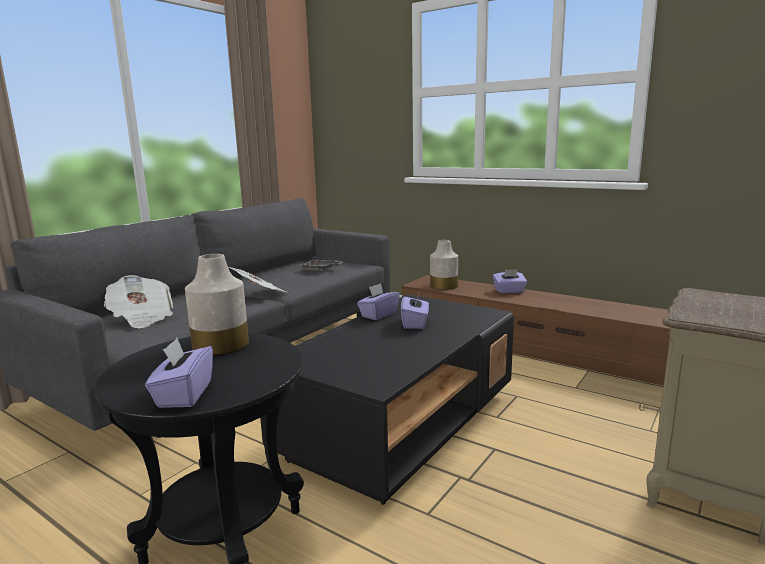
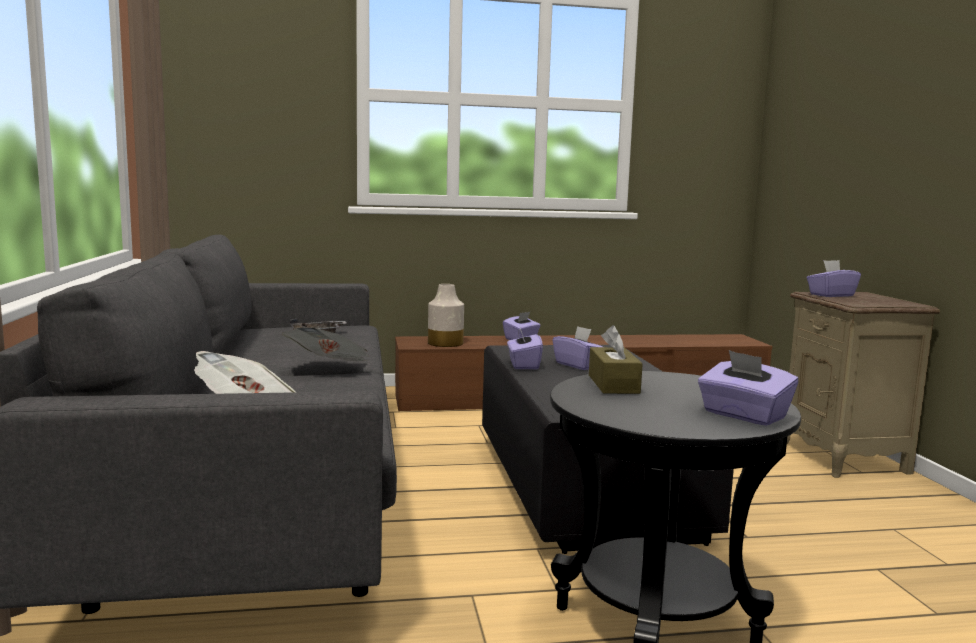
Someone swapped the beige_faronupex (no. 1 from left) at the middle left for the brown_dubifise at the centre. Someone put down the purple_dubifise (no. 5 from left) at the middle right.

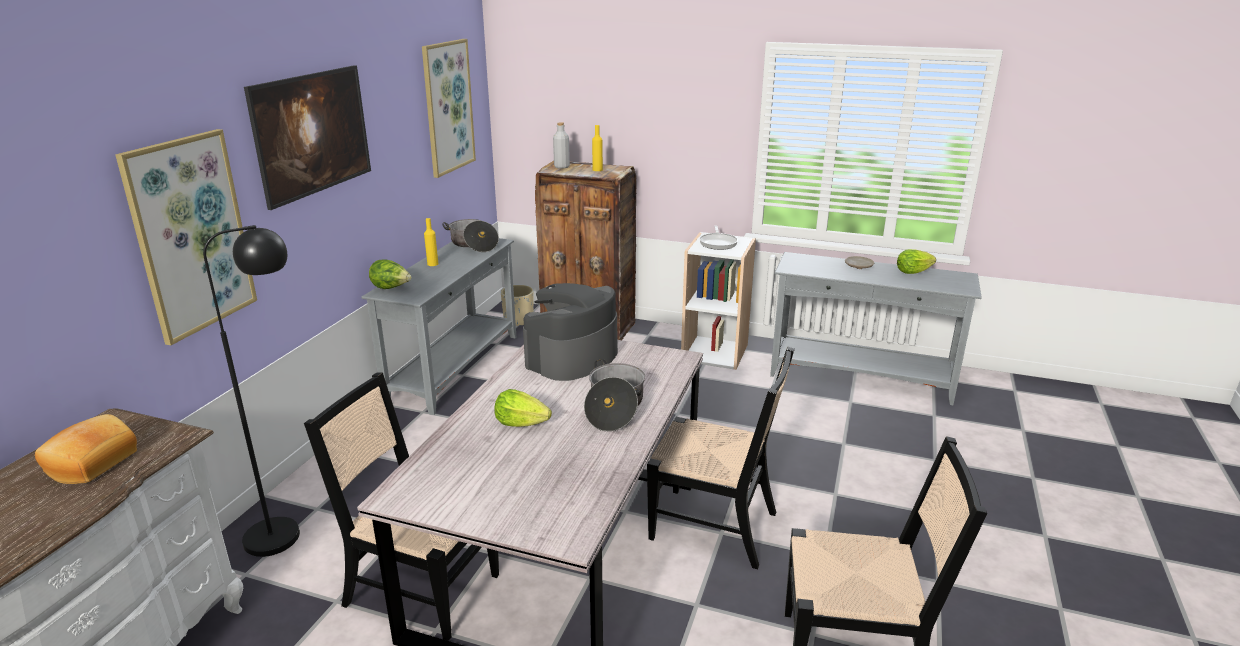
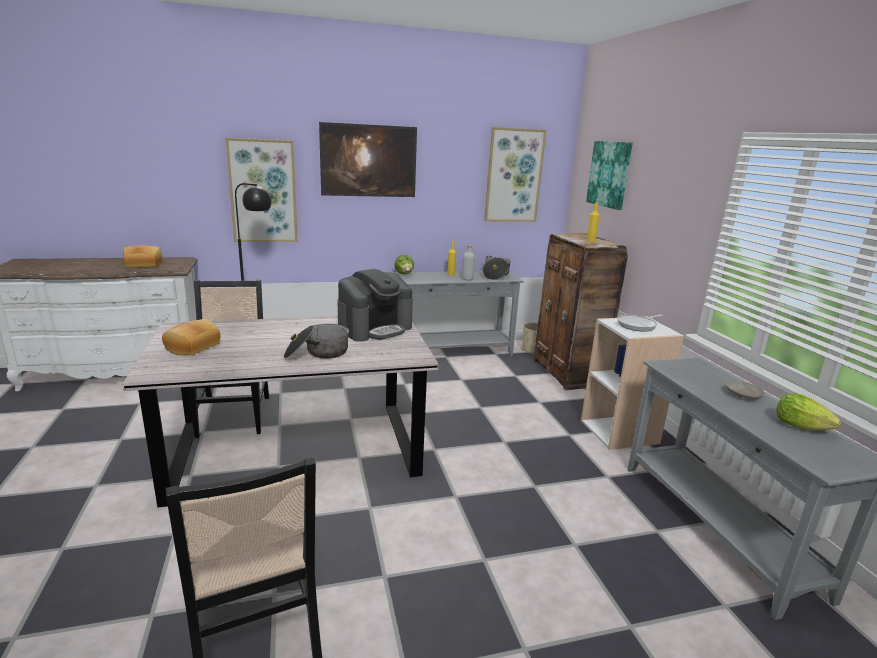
Someone took away the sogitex (no. 2 from left) at the centre. Someone rotated the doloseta at the centre by 135 degrees clockwise. Someone carried the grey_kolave from the top centre to the centre. Someone took away the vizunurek (no. 2 from left) at the bottom centre. Someone put down the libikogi (no. 2 from left) at the middle left. Someone put up the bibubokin (no. 4 from left) at the top right.

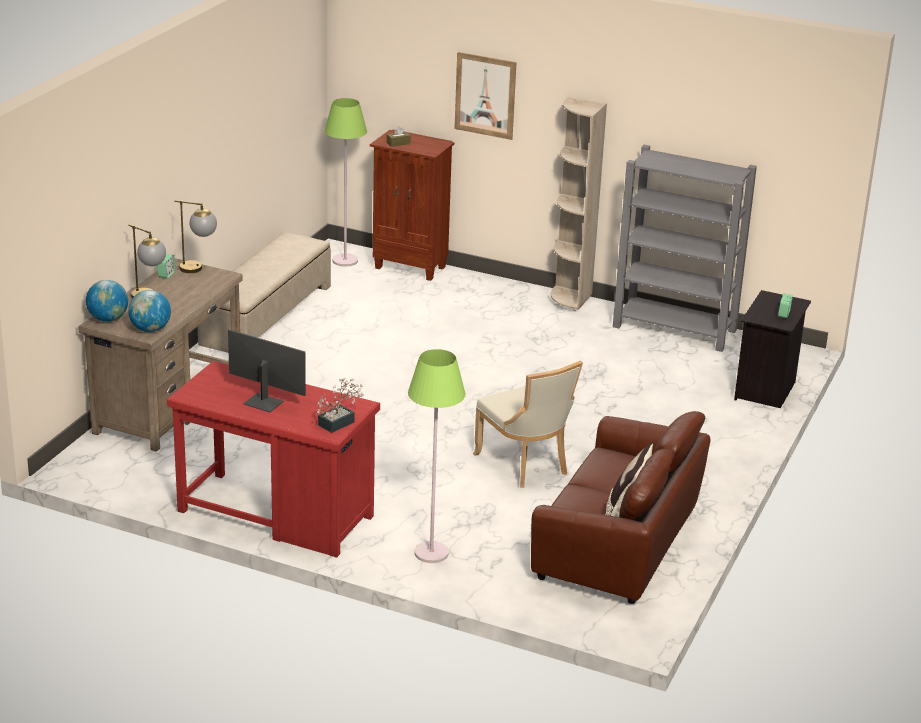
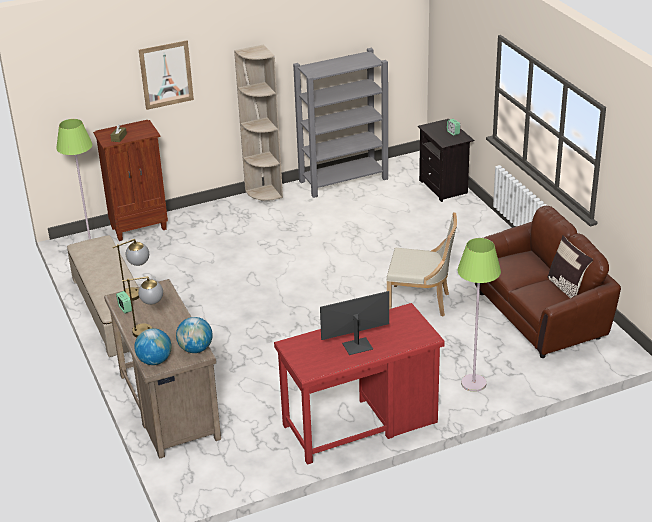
Someone took away the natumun at the centre.

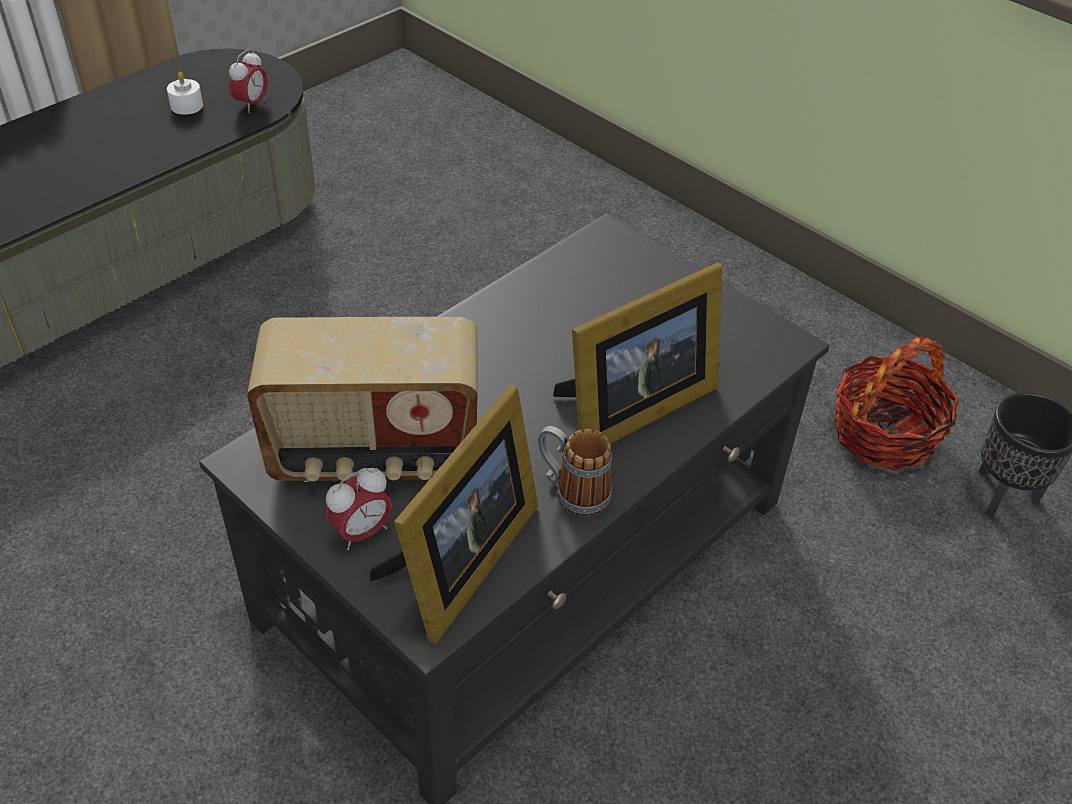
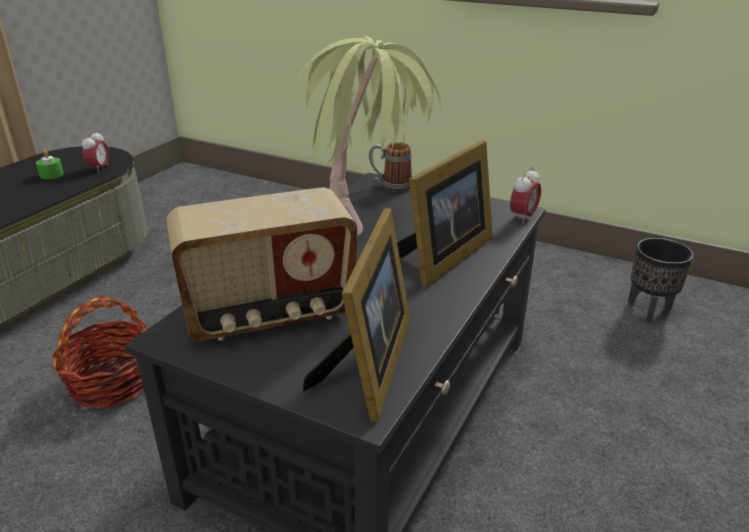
Someone repainted the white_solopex at the top left, which became the green_solopex at the top left. Someone carried the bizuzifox (no. 2 from left) from the centre to the middle right. Someone carried the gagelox from the centre to the top centre. Someone carried the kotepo from the middle right to the middle left. Someone put down the natumun at the top centre.

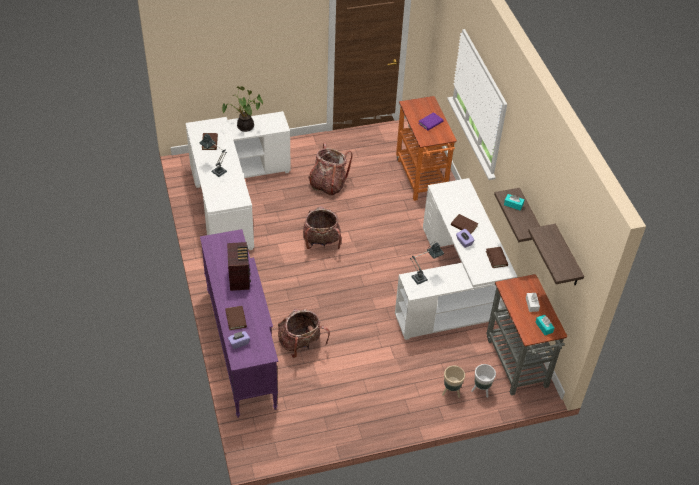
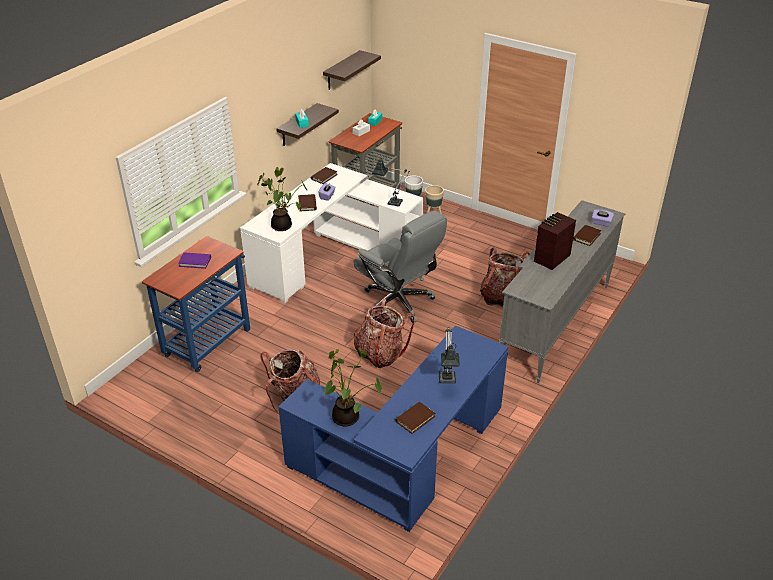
Someone repainted the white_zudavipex (no. 1 from left) at the centre, which became the blue_zudavipex at the bottom centre. Someone repainted the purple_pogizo at the centre, which became the grey_pogizo at the middle right. Someone repainted the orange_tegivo at the top centre, which became the blue_tegivo at the middle left. Someone put down the natumun (no. 1 from left) at the centre. Someone put down the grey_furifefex at the centre.

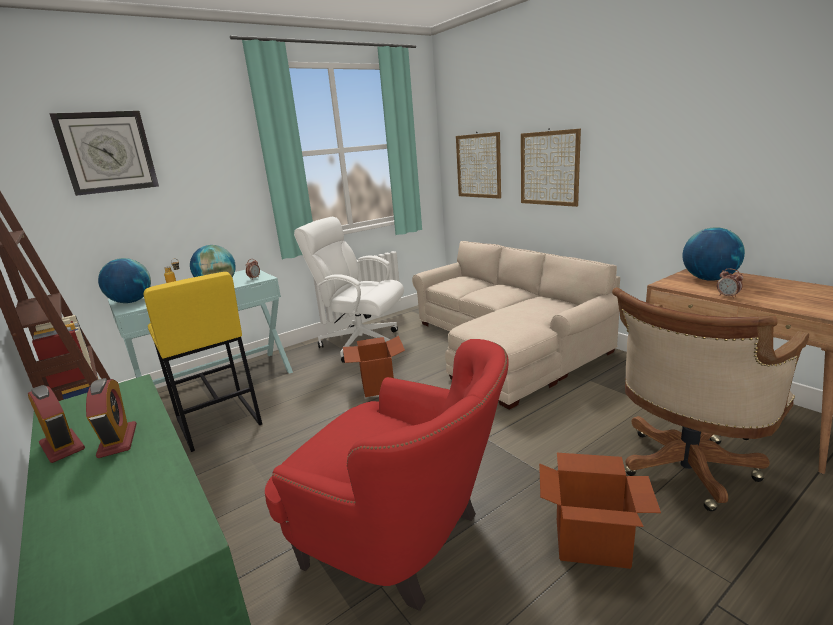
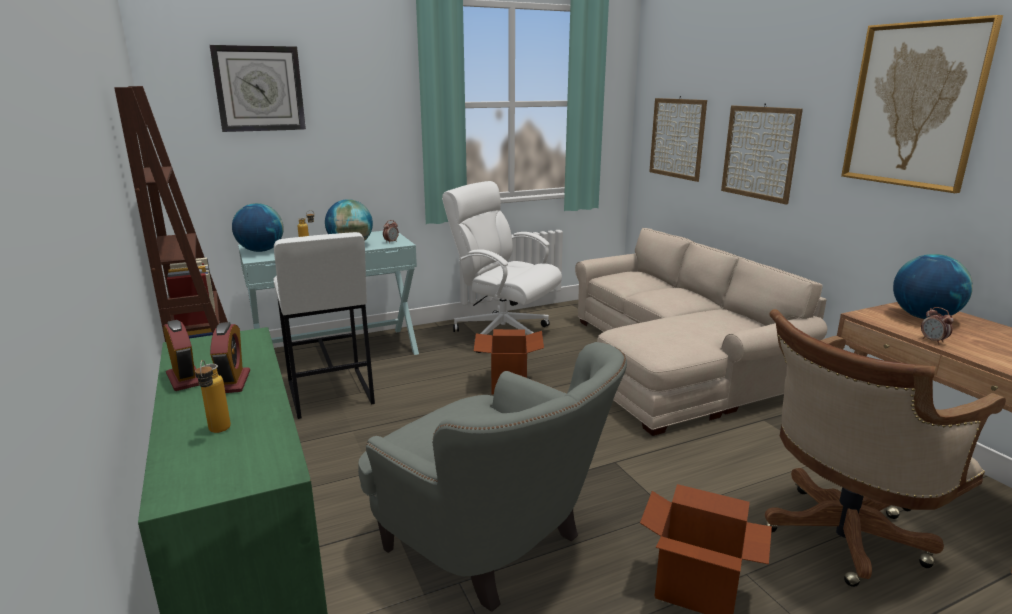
Someone repainted the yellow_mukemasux at the middle left, which became the white_mukemasux at the middle left. Someone repainted the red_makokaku at the bottom centre, which became the grey_makokaku at the bottom centre. Someone put down the kolave (no. 1 from left) at the middle left. Someone put up the bibubokin (no. 3 from left) at the top right.

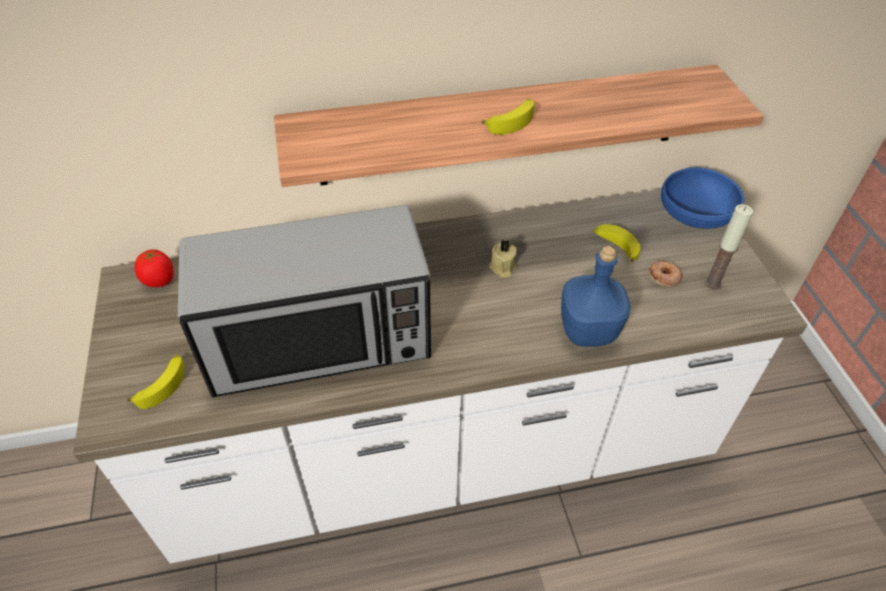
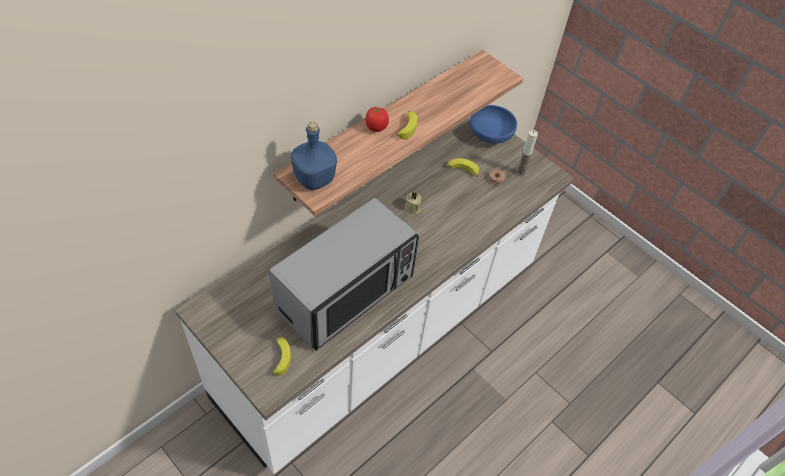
Someone carried the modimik from the middle left to the top centre. Someone carried the blue_kolave from the middle right to the top centre.

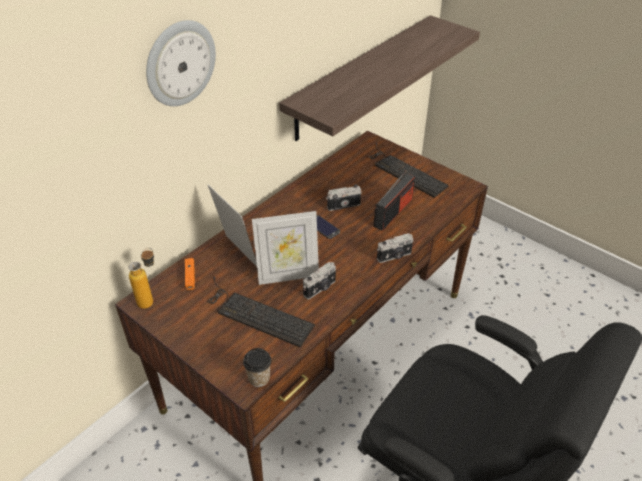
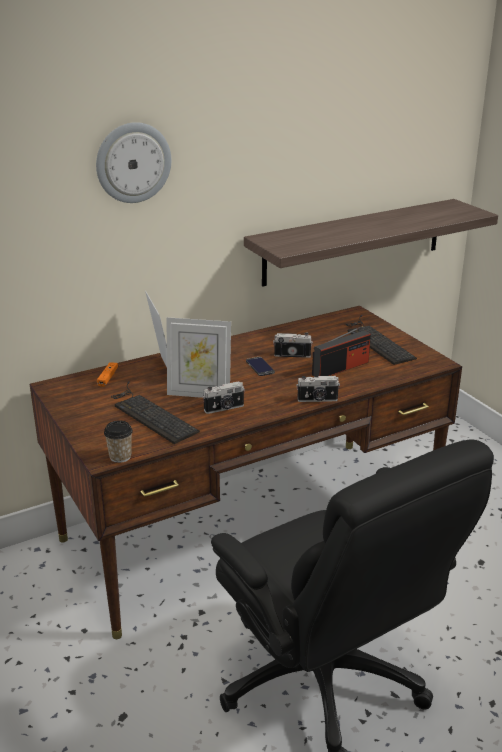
Someone took away the kolave at the middle left.

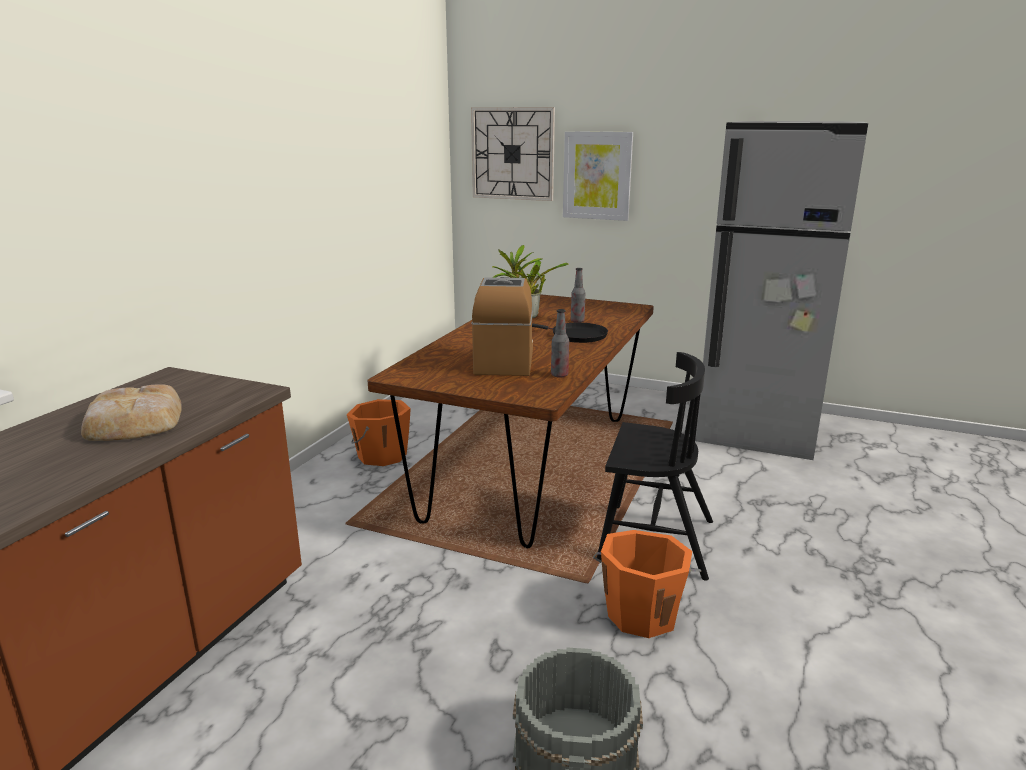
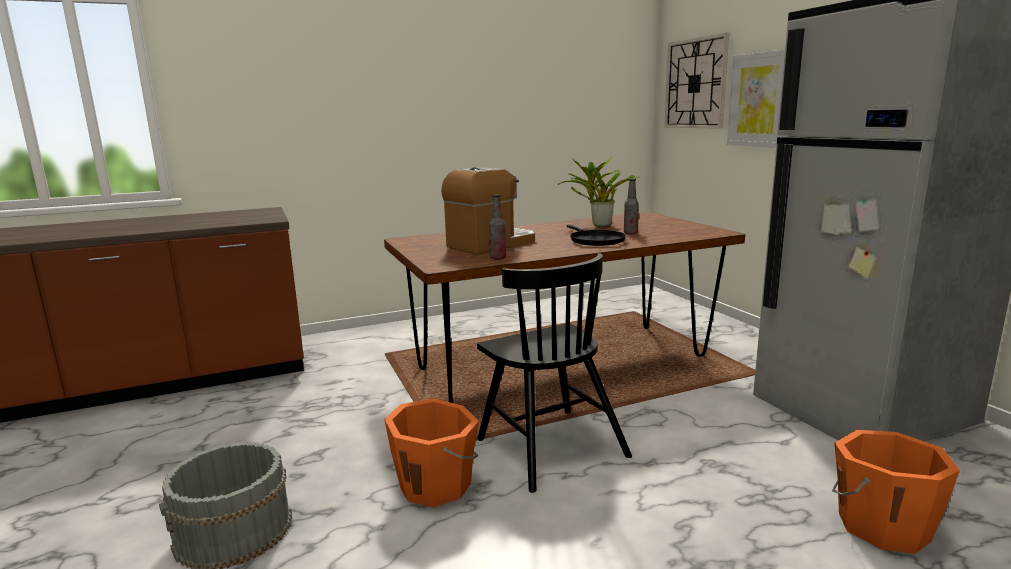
Someone took away the libikogi at the middle left. Someone carried the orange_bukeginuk (no. 1 from left in the first image) from the centre to the bottom right.

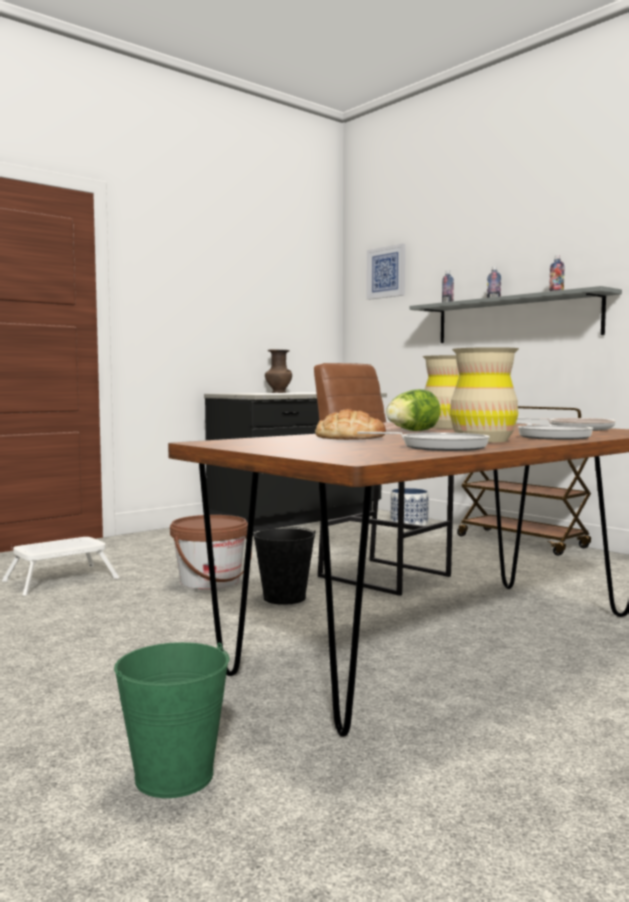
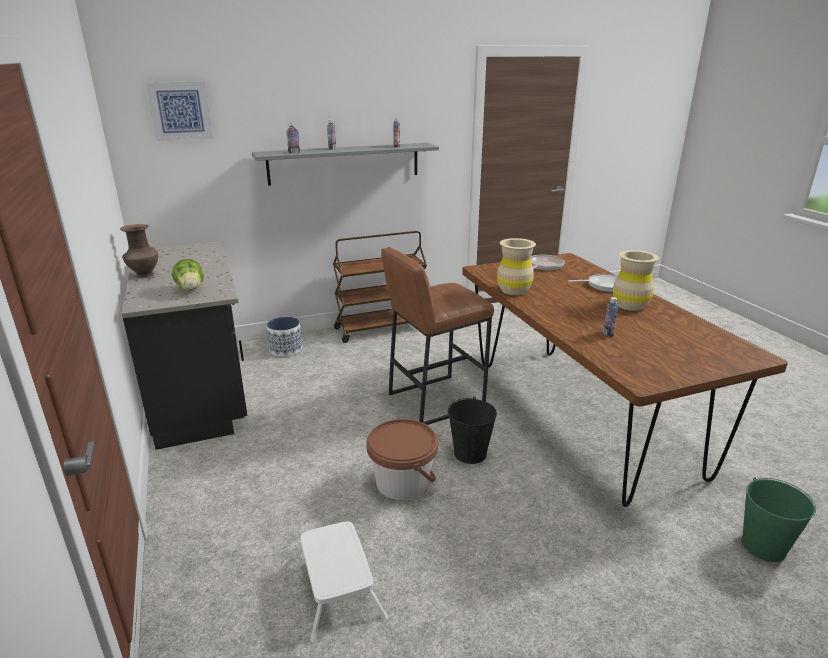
Someone swapped the libikogi at the centre for the kolave (no. 4 from left) at the middle right. Someone took away the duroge (no. 1 from left) at the middle right. Someone carried the sogitex from the centre to the middle left.

